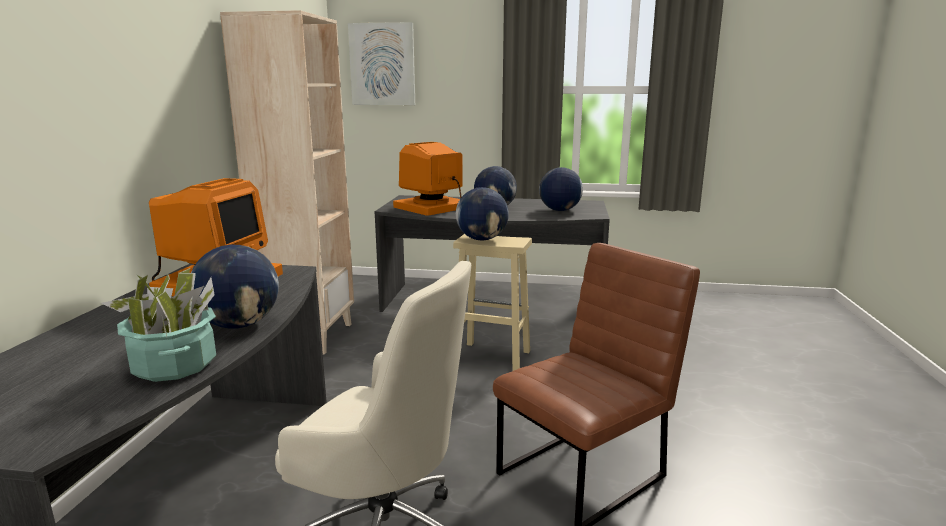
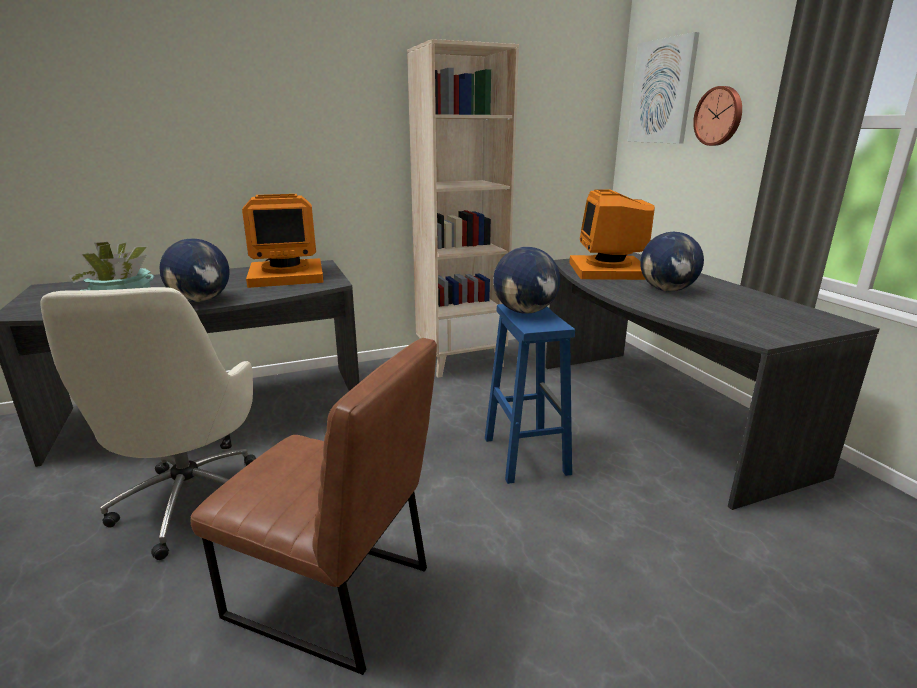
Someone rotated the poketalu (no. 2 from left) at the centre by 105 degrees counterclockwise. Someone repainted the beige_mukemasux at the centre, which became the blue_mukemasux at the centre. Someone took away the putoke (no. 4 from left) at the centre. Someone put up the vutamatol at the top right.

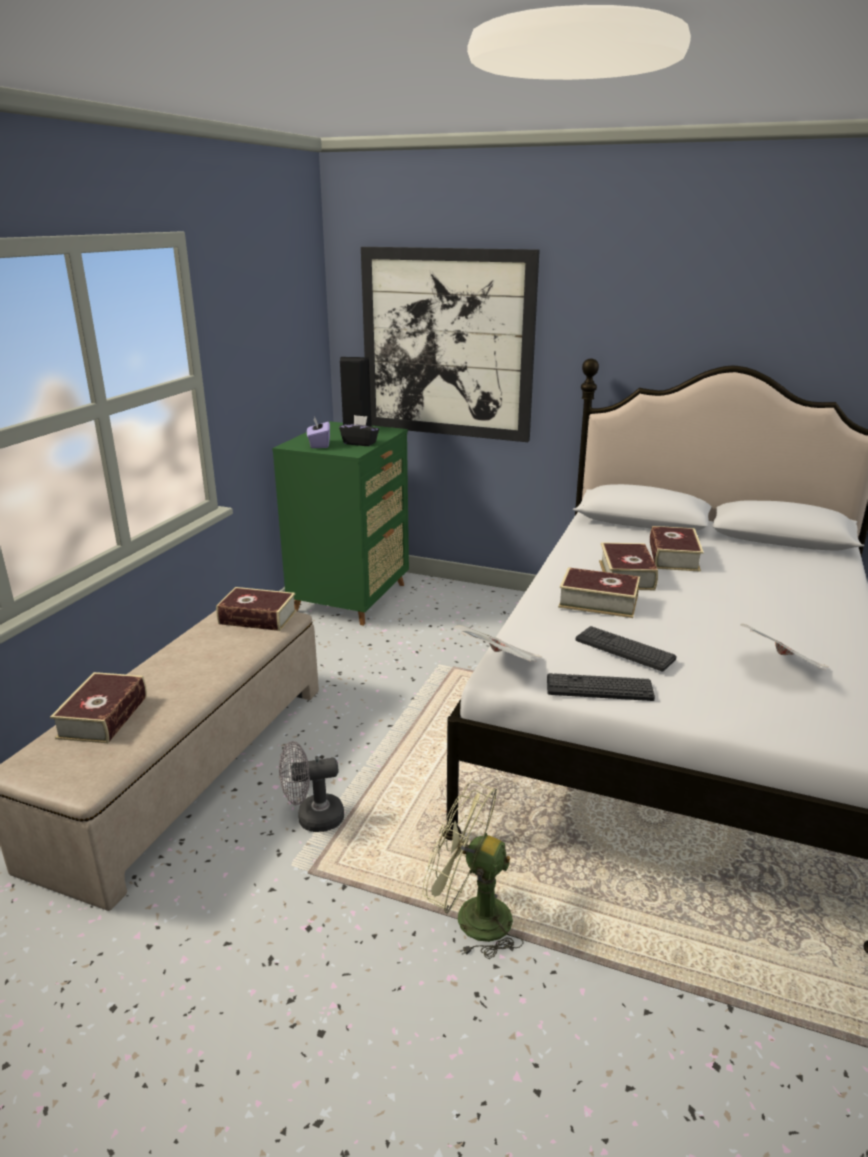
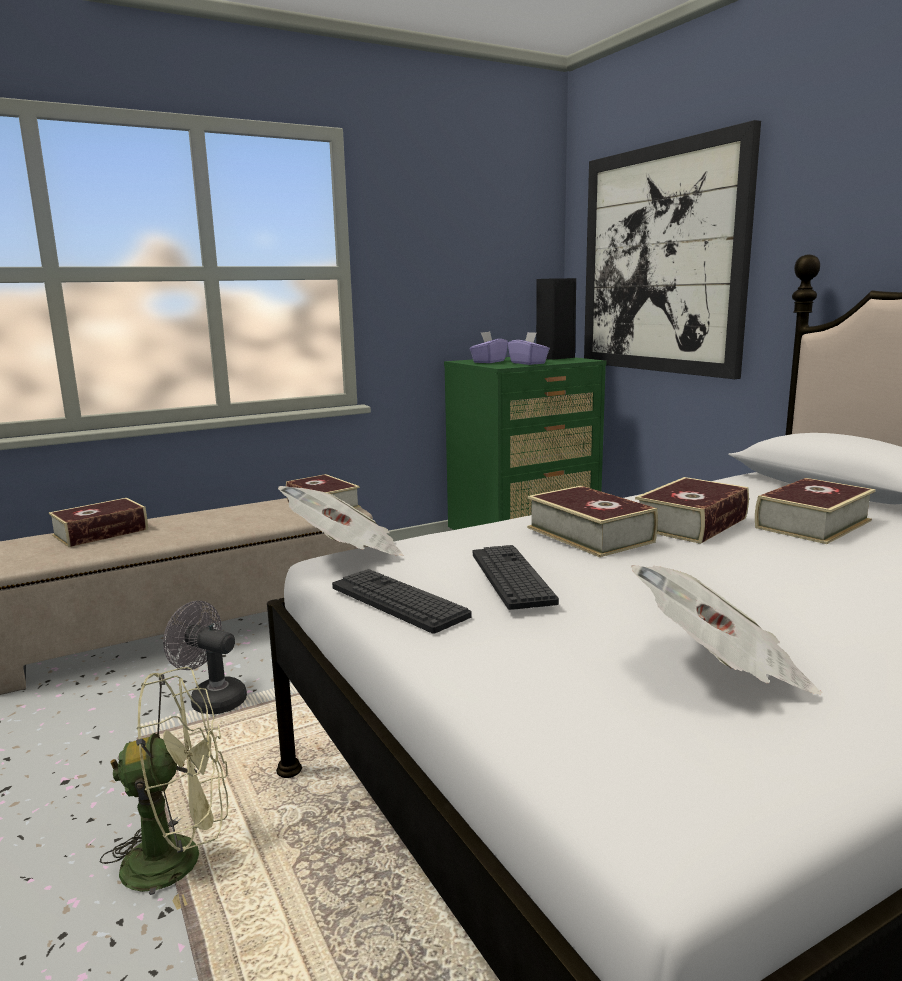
Someone repainted the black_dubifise at the centre, which became the purple_dubifise (no. 2 from left) at the centre. Someone rotated the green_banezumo at the bottom centre by 105 degrees clockwise.

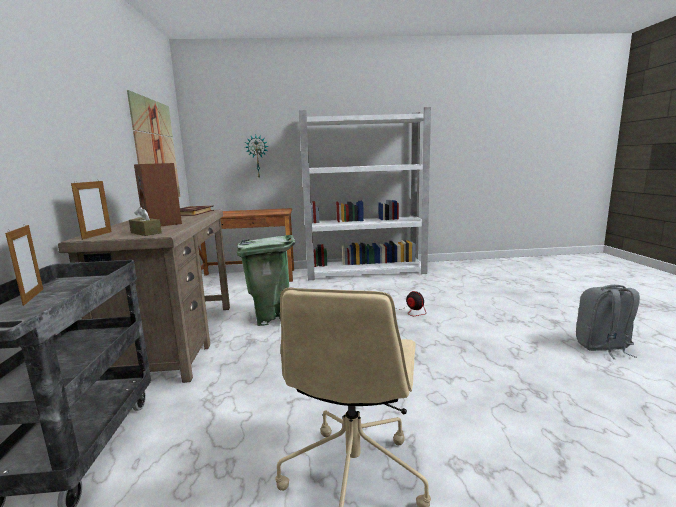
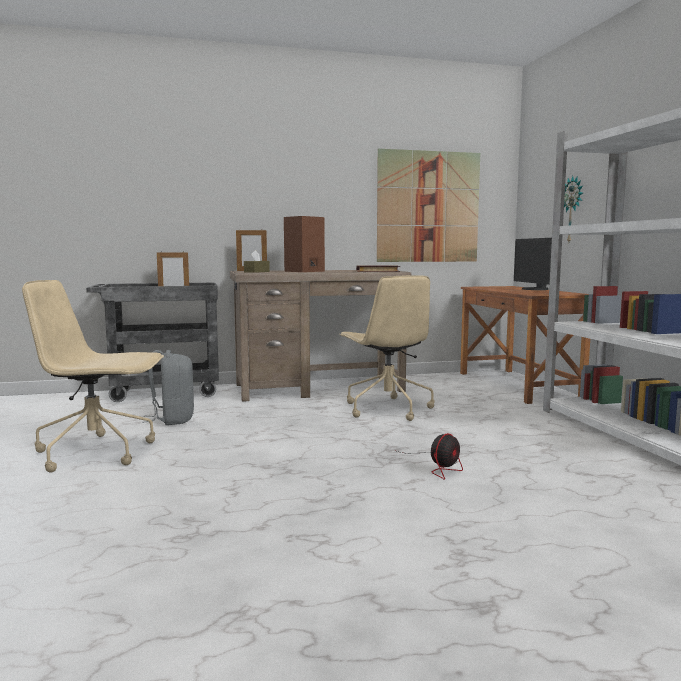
Someone swapped the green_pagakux at the centre for the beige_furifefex (no. 2 from left) at the centre. Someone carried the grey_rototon from the middle right to the middle left. Someone put down the poketalu at the middle right.

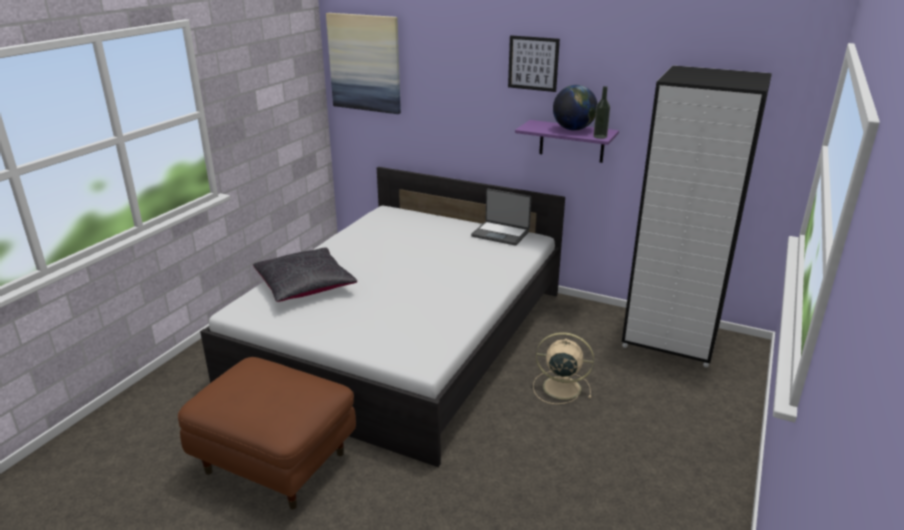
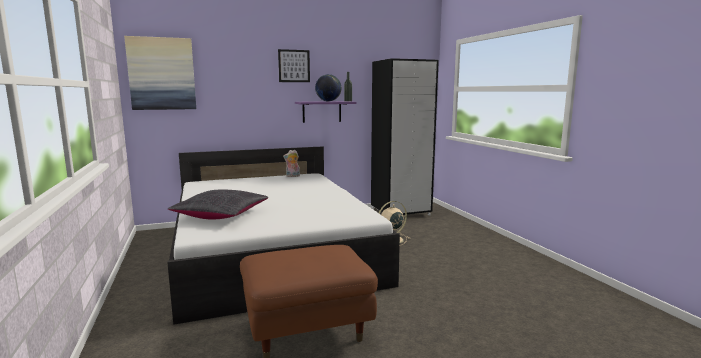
Someone swapped the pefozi at the centre for the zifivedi at the centre.

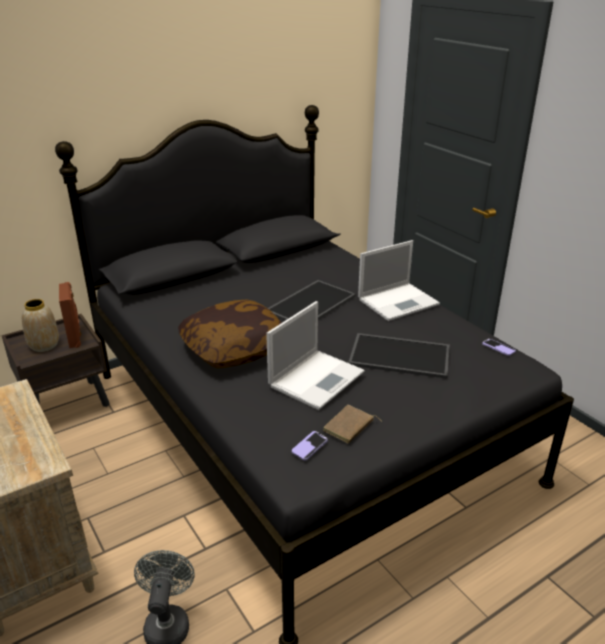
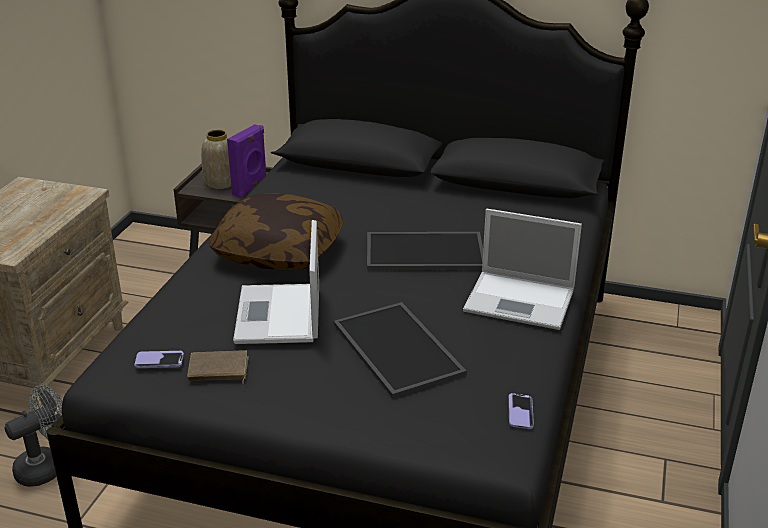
Someone repainted the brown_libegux at the middle left, which became the purple_libegux at the top left. Someone rotated the pefozi (no. 1 from left) at the centre by 90 degrees clockwise.

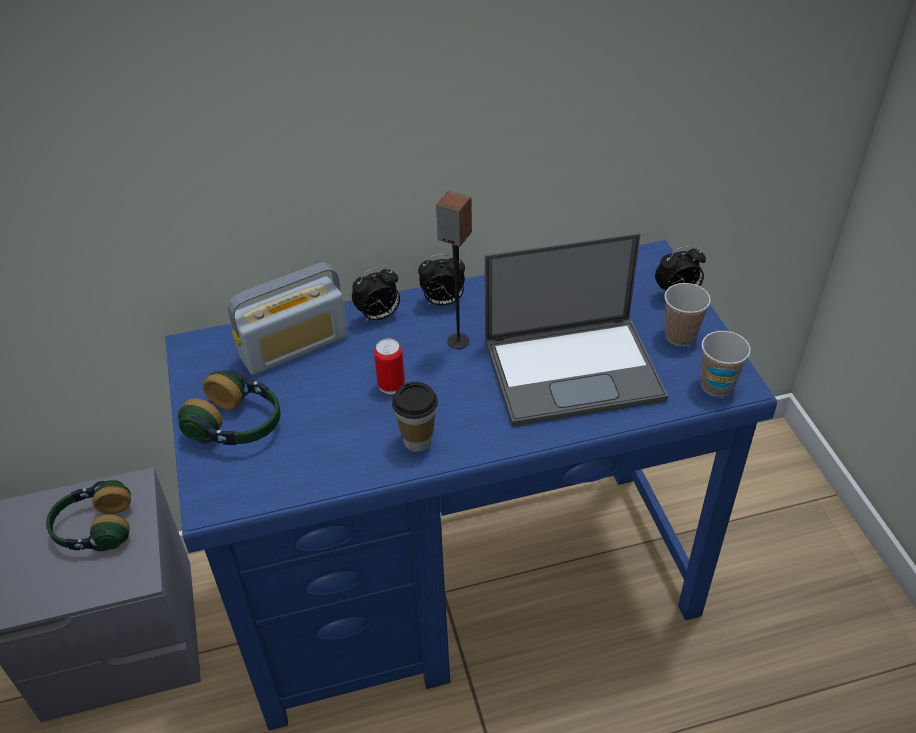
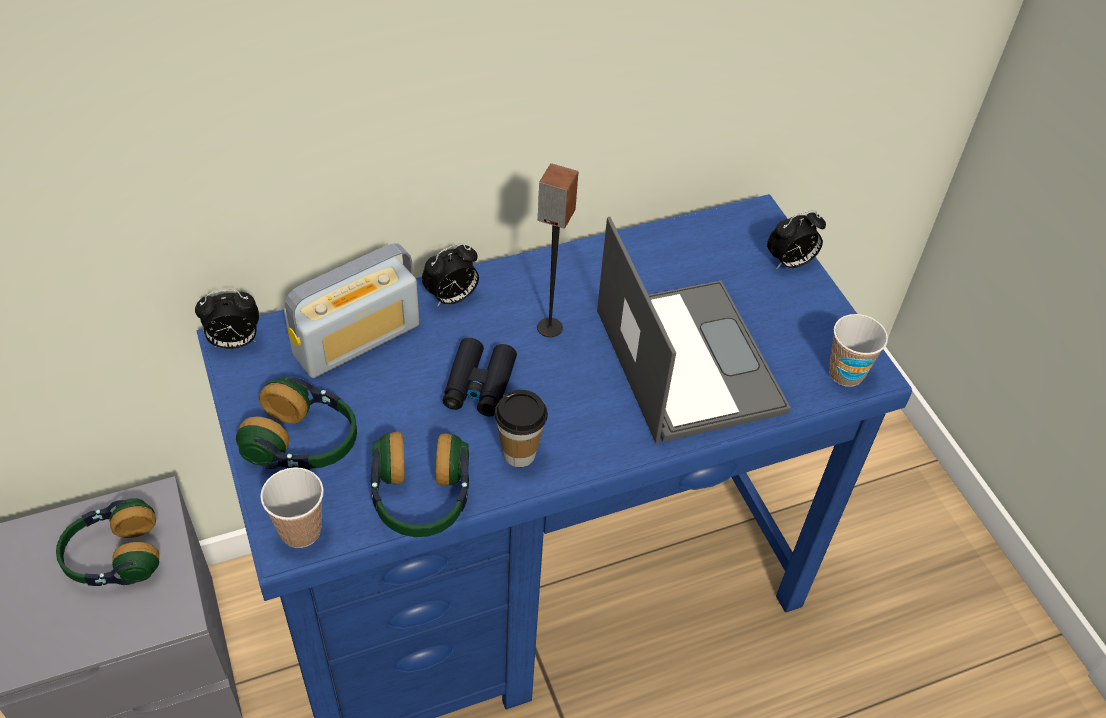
Someone swapped the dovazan at the centre for the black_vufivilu at the centre. Someone carried the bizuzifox (no. 2 from left in the first image) from the centre to the middle left. Someone rotated the pefozi at the centre by 90 degrees counterclockwise. Someone carried the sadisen (no. 2 from left in the first image) from the middle right to the bottom left. Someone put down the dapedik (no. 3 from left) at the bottom centre.

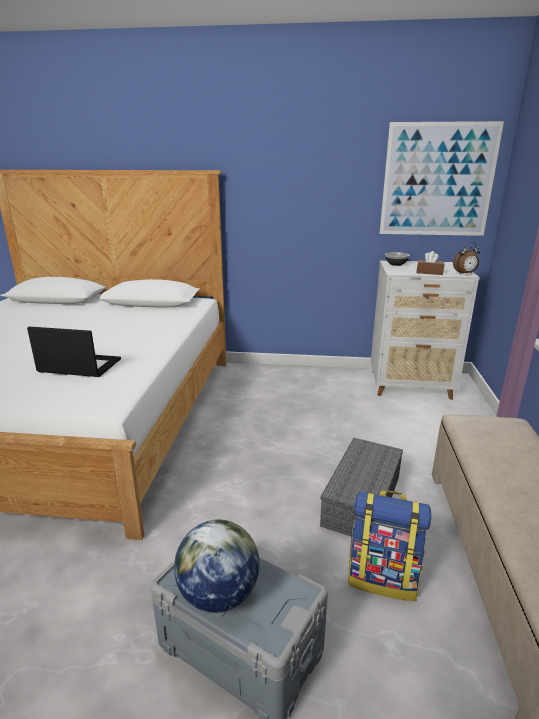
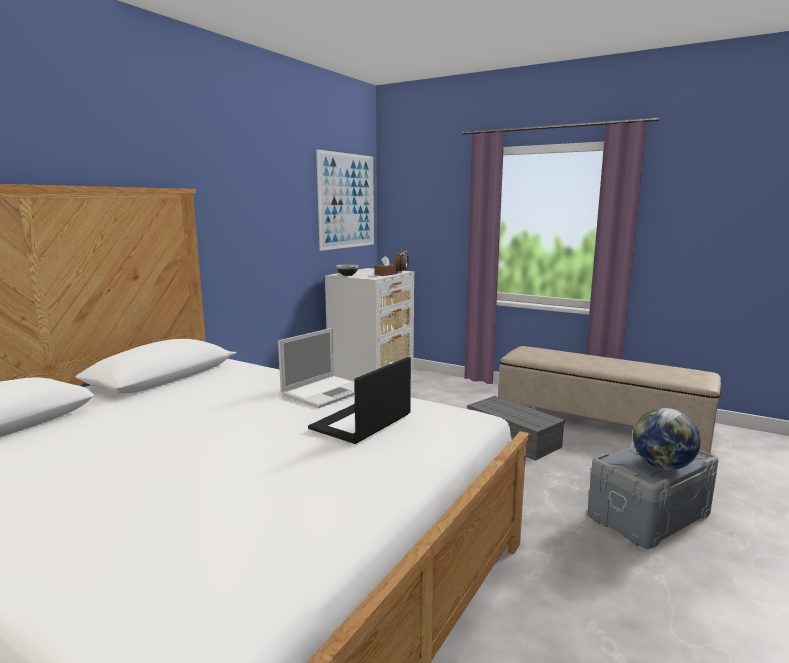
Someone took away the rototon at the bottom right. Someone put down the pefozi (no. 1 from left) at the centre.

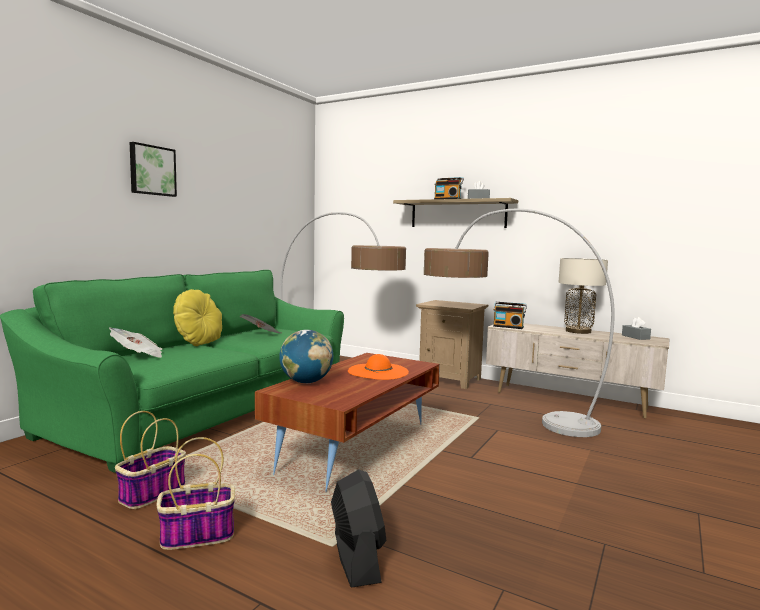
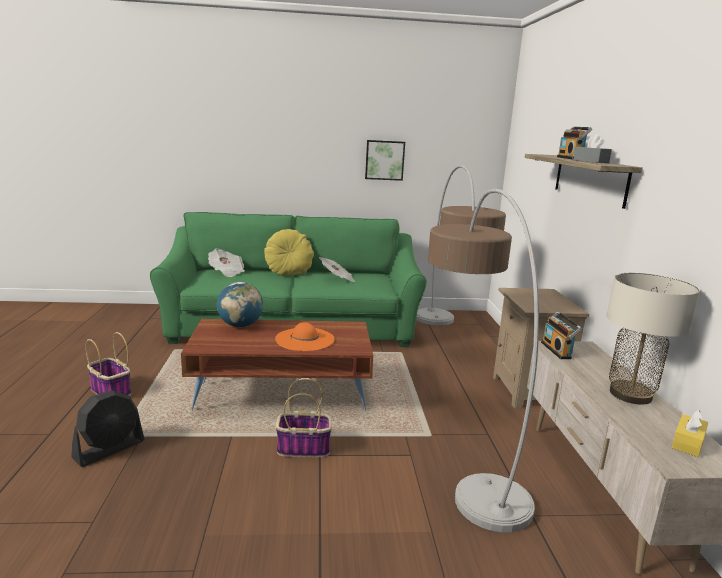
Someone carried the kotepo (no. 1 from left in the first image) from the bottom left to the bottom centre. Someone carried the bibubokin from the top left to the top centre. Someone repainted the grey_dubifise (no. 2 from left) at the middle right, which became the yellow_dubifise at the bottom right.

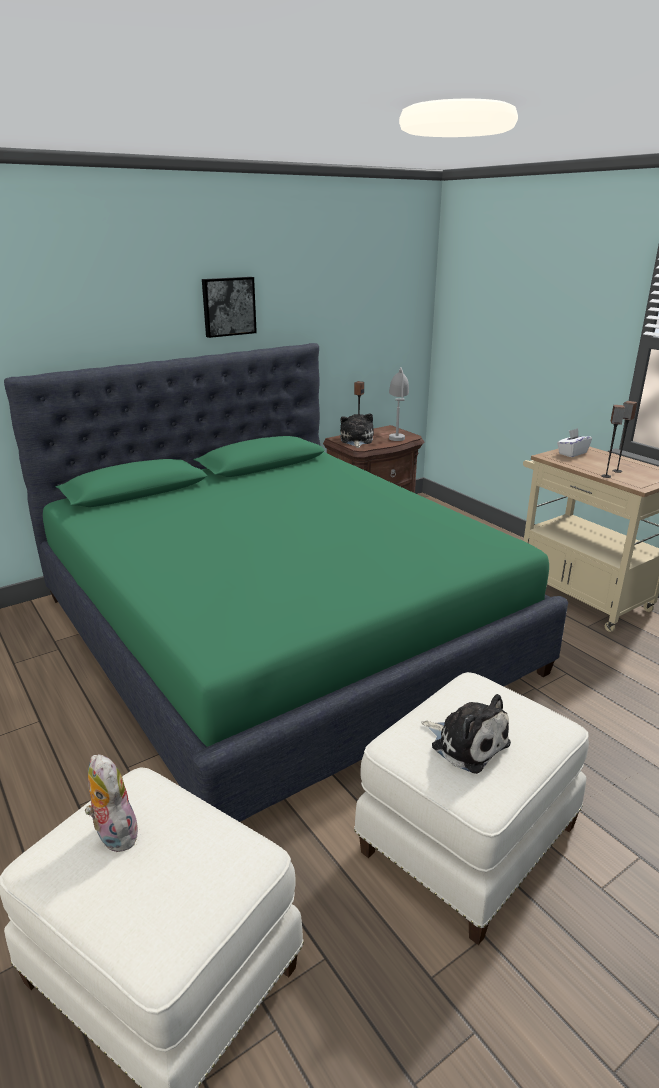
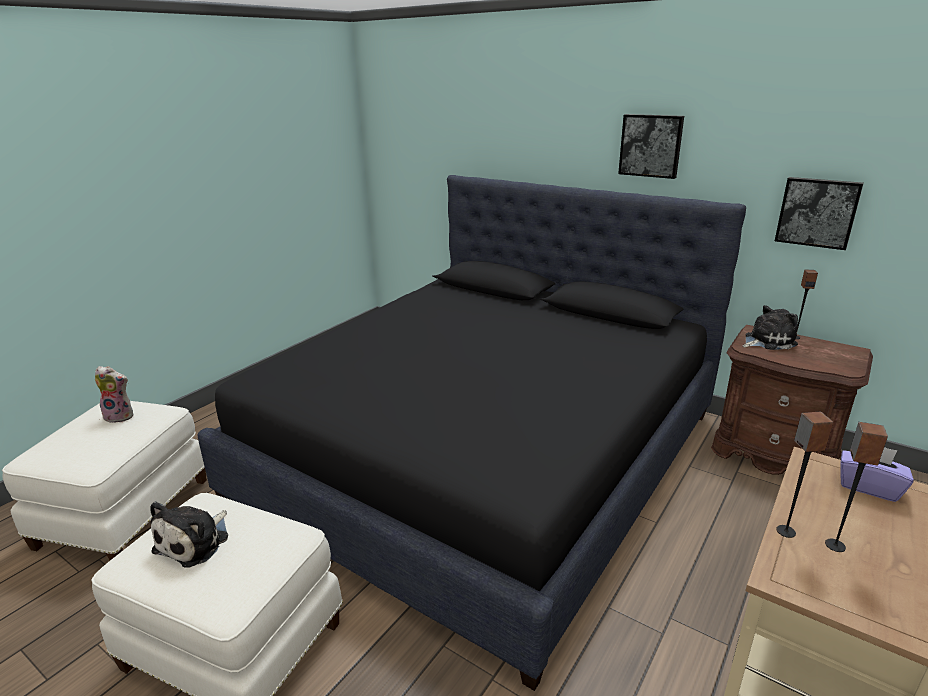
Someone repainted the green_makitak at the centre, which became the black_makitak at the centre. Someone rotated the zifivedi (no. 1 from left) at the bottom left by 60 degrees clockwise. Someone took away the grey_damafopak at the centre. Someone repainted the white_dubifise at the middle right, which became the purple_dubifise at the bottom right. Someone put up the bibubokin (no. 2 from left) at the top right.

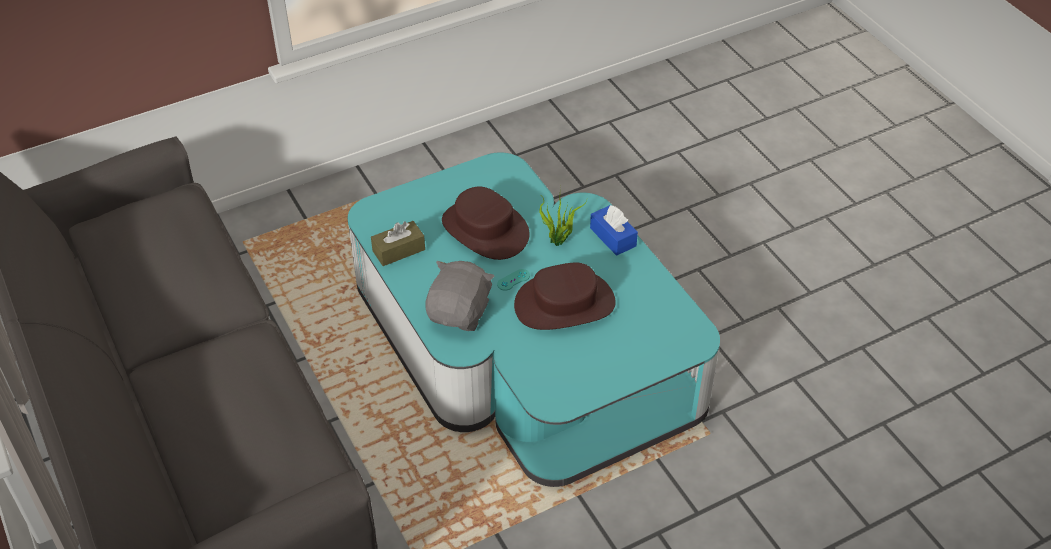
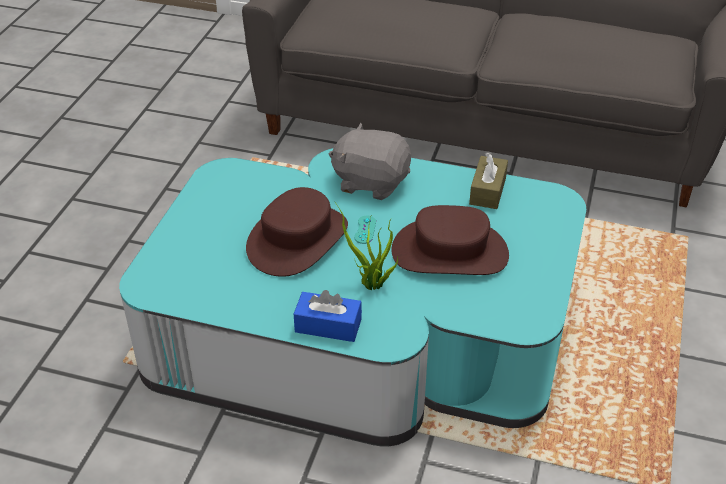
Someone rotated the grey_zifivedi at the centre by 135 degrees clockwise.

